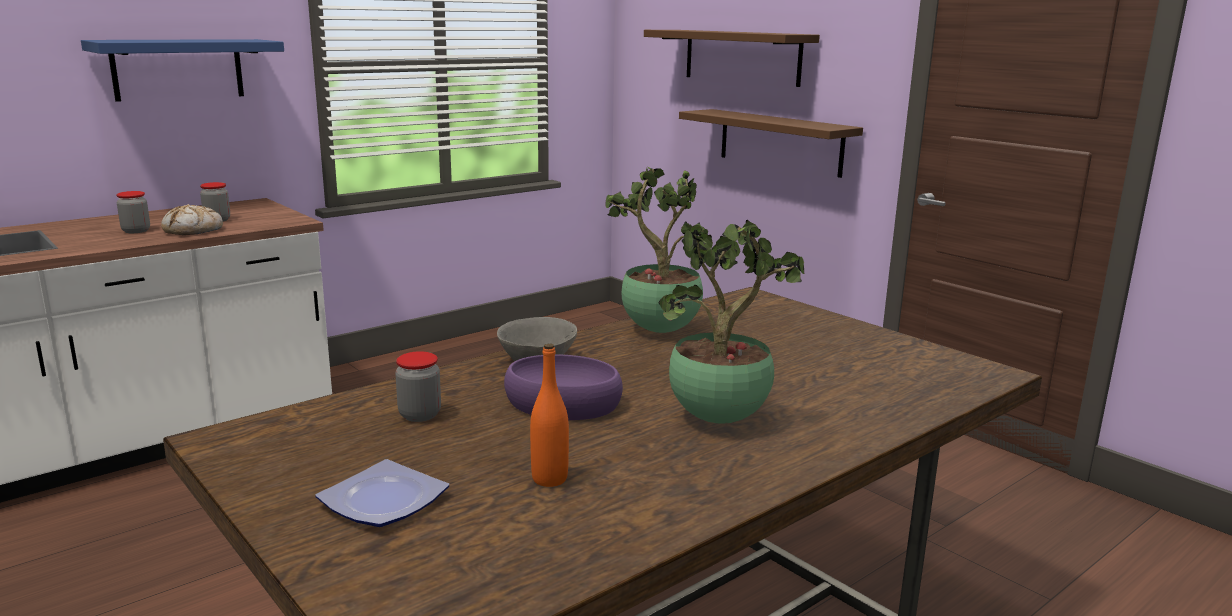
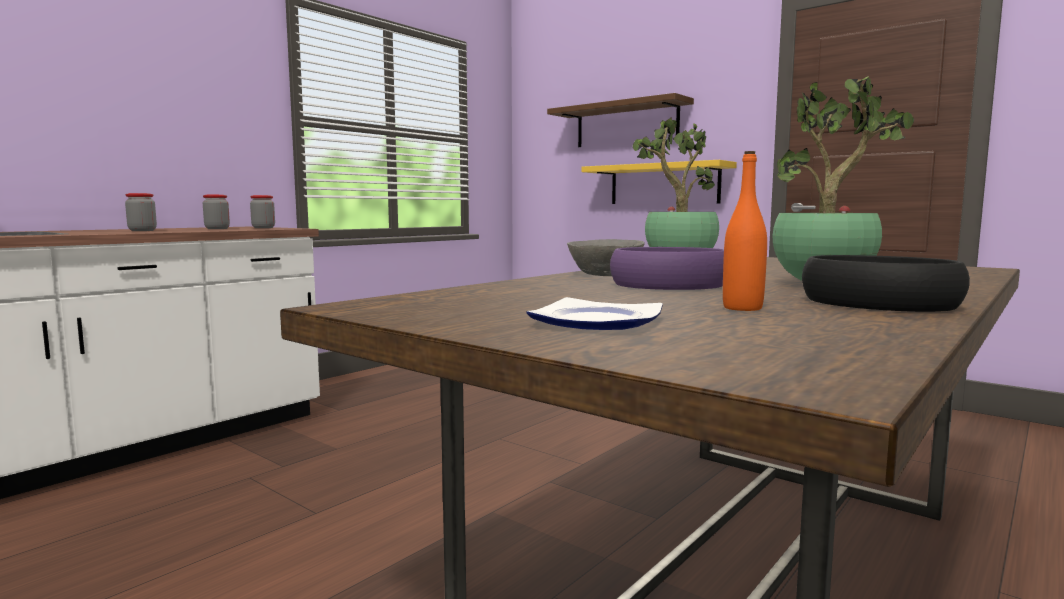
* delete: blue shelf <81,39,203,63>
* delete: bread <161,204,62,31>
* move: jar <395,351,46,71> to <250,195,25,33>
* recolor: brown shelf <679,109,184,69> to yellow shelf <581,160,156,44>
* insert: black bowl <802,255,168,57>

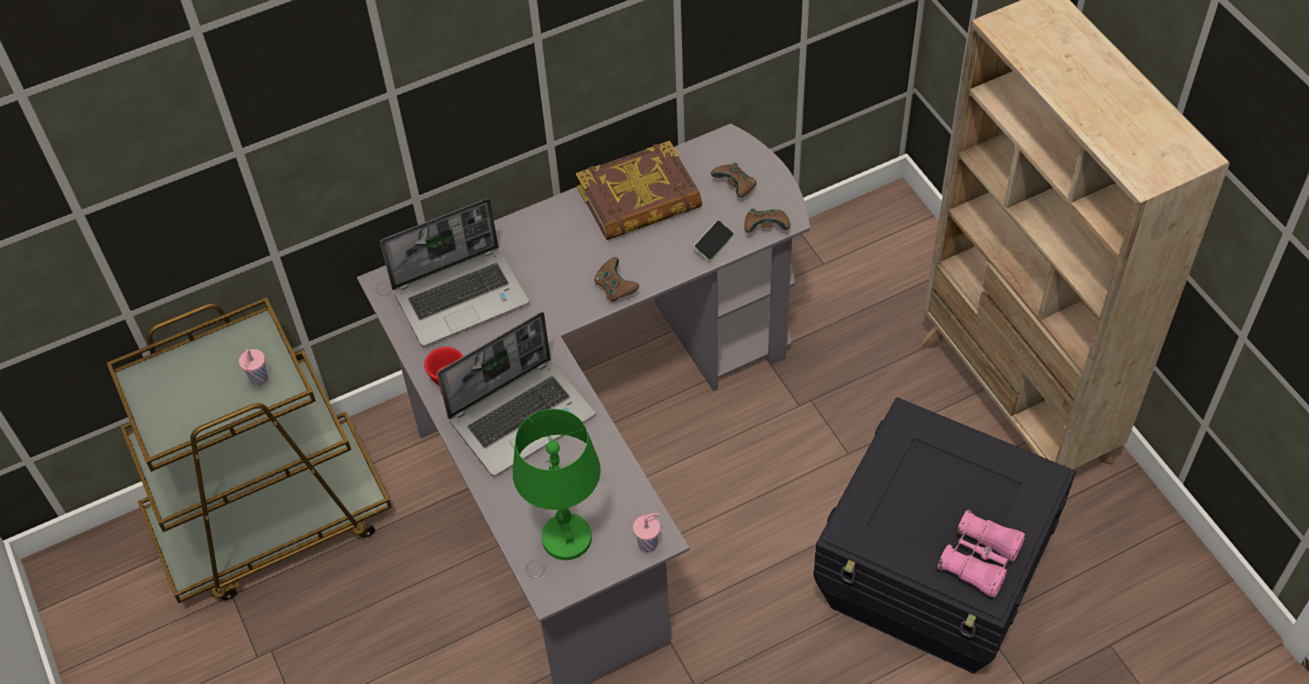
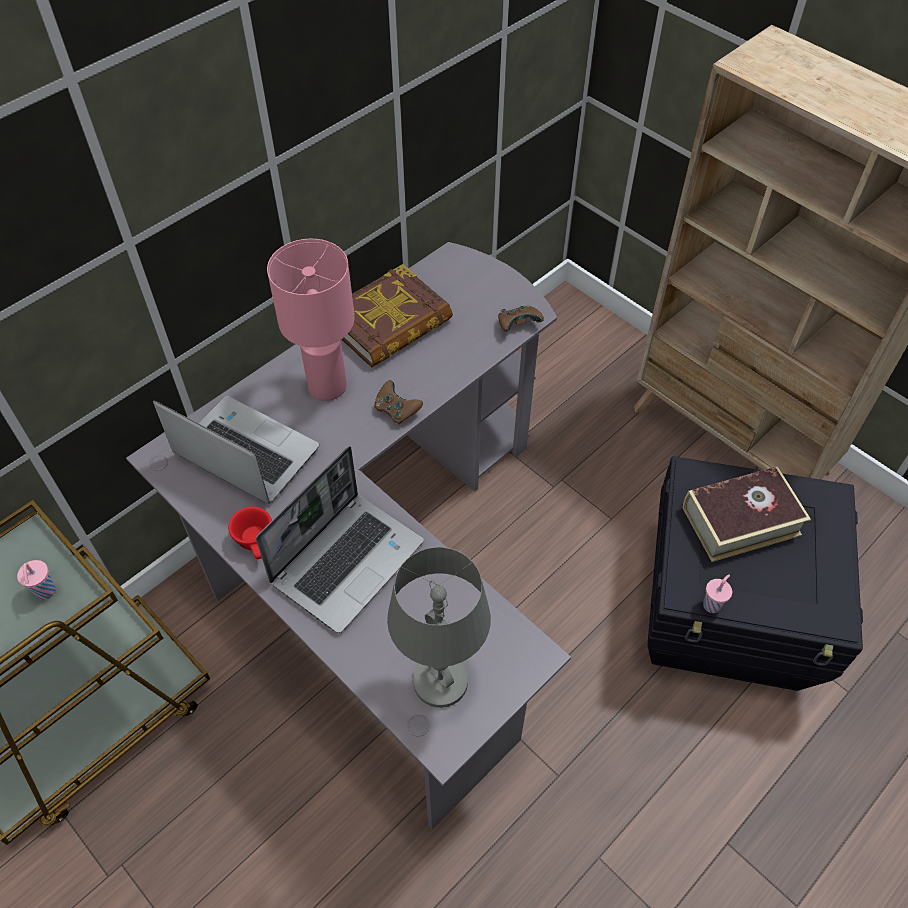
* rotate: laptop <380,198,149,148> = <153,396,166,108> 105 degrees counterclockwise
* recolor: green table lamp <513,409,88,151> to grey table lamp <387,547,104,161>
* move: pink cup <633,513,27,40> to <703,575,29,38>
* delete: phone <694,220,40,41>
* delete: brown game controller <711,162,46,36>
* delete: pink binoculars <937,509,89,89>
* insert: pink table lamp <267,239,88,162>
* insert: book <682,466,129,96>

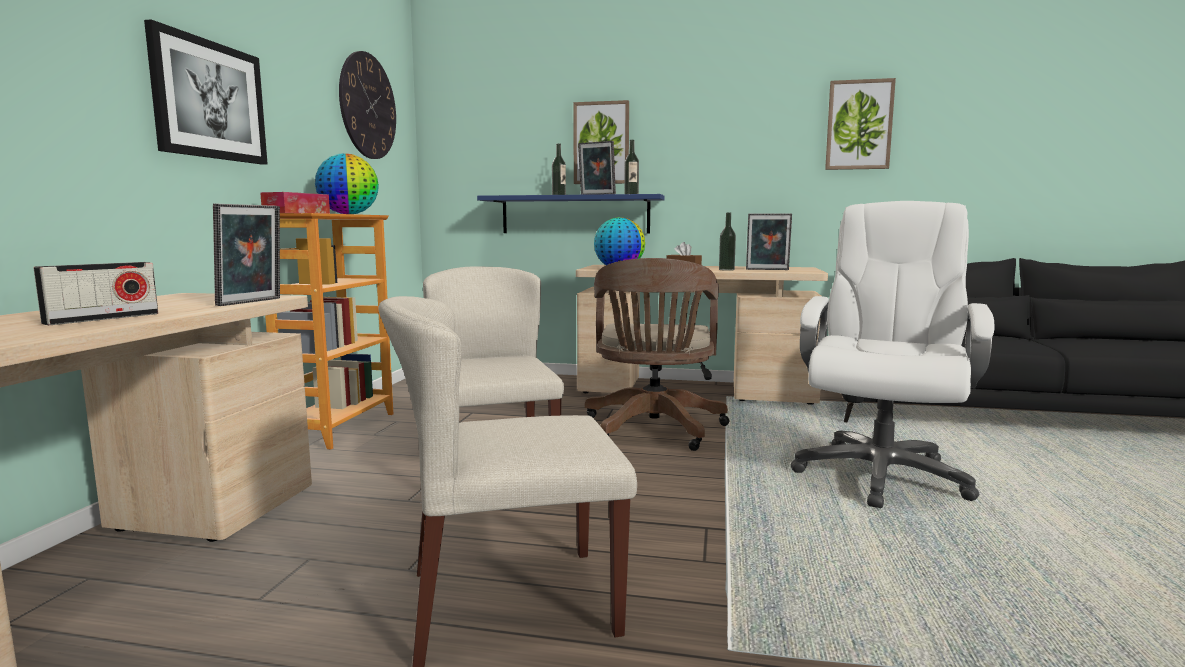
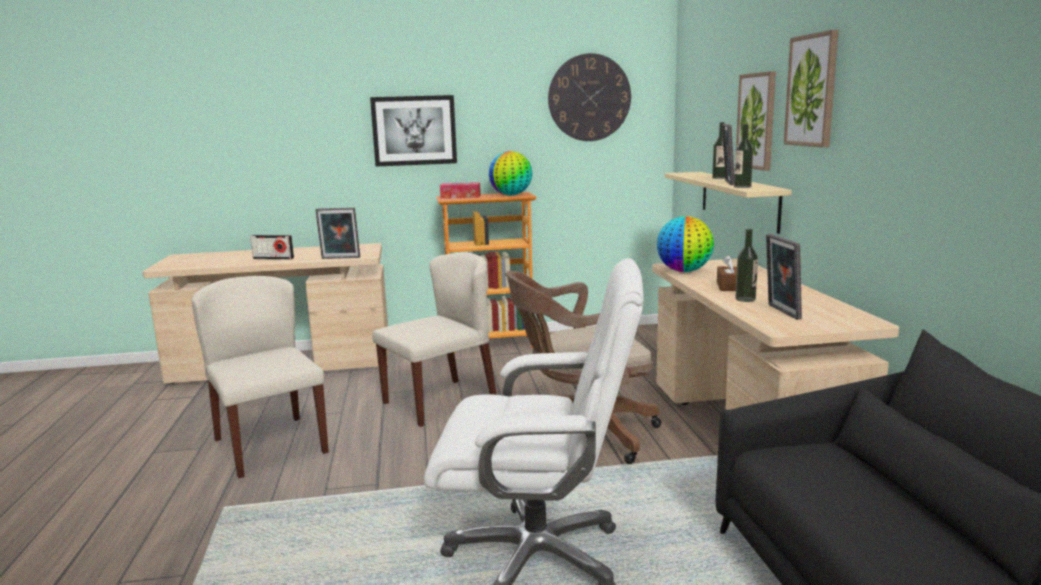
* recolor: blue shelf <477,194,188,40> to beige shelf <665,172,127,62>
* move: picture <825,78,71,92> to <784,30,55,118>

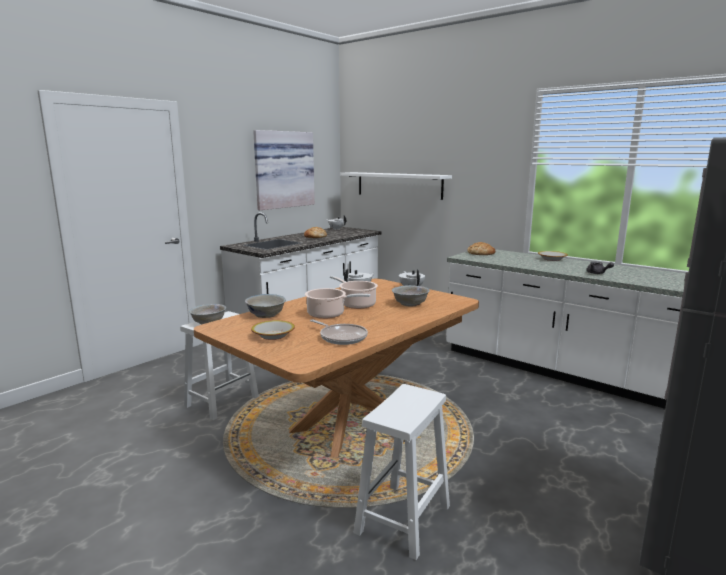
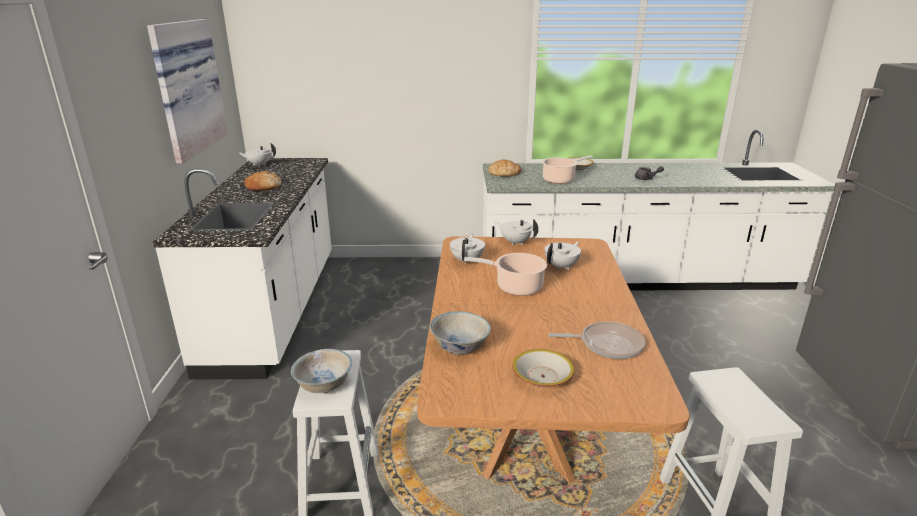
* move: cooking pot <305,288,66,31> to <542,156,51,28>
* delete: white shelf <340,172,112,28>
* replace: white bowl <392,285,38,22> to white teapot <544,242,37,28>

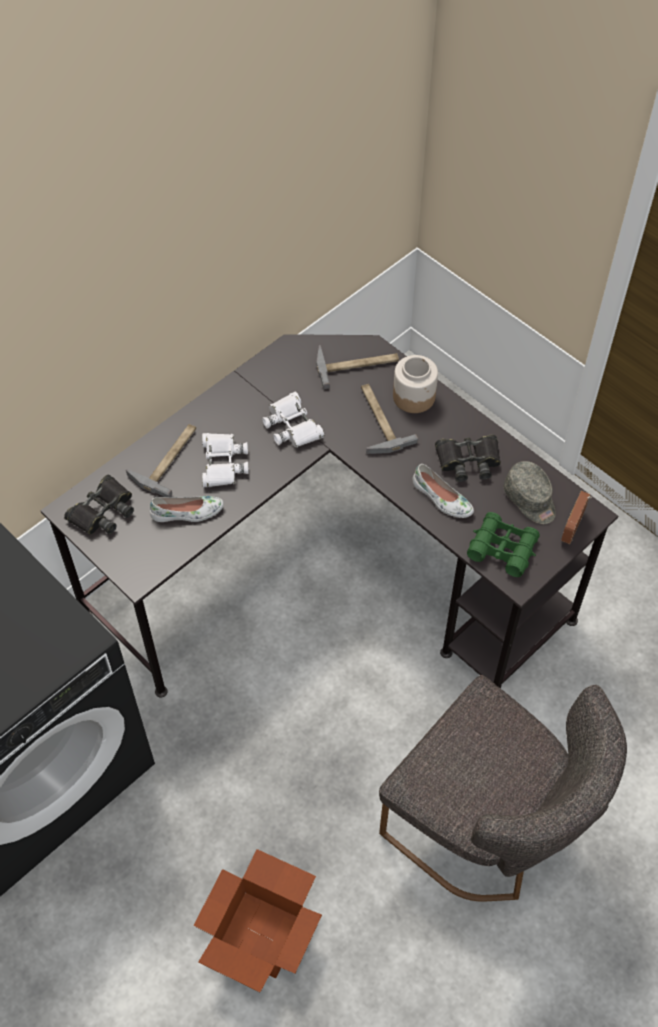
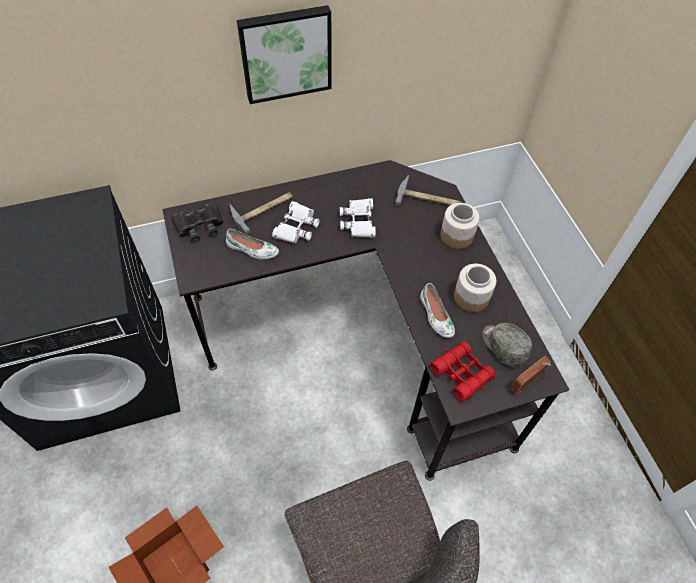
* delete: hammer <361,384,57,70>
* replace: black binoculars <435,435,66,47> to jar <454,264,42,48>
* recolor: green binoculars <467,512,73,65> to red binoculars <430,341,65,61>
* rotate: grey cap <504,461,52,63> = <482,323,50,44> 150 degrees clockwise
* insert: picture <237,5,95,99>

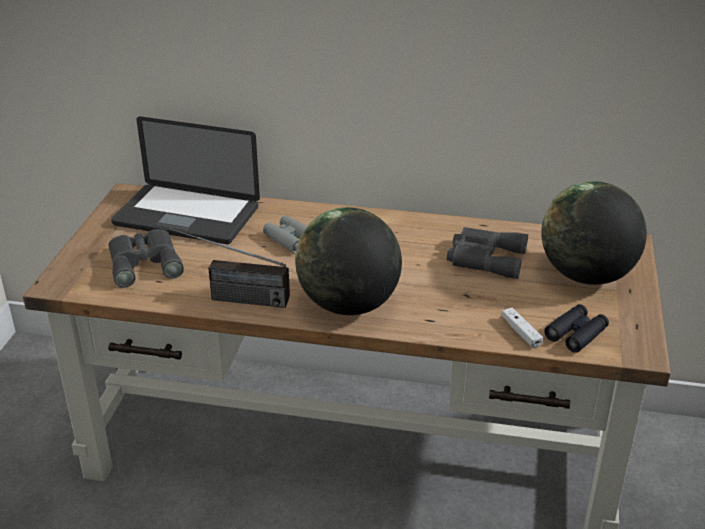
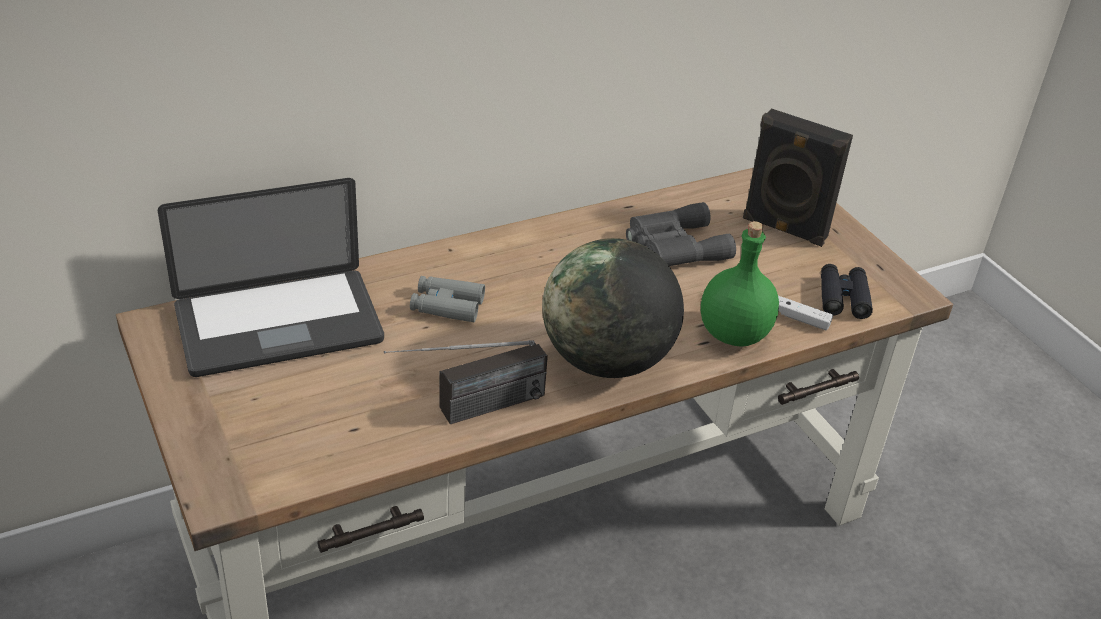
* delete: grey binoculars <108,229,76,59>
* replace: globe <541,181,106,104> to black speaker <743,108,110,139>
* insert: green bottle <701,221,78,126>

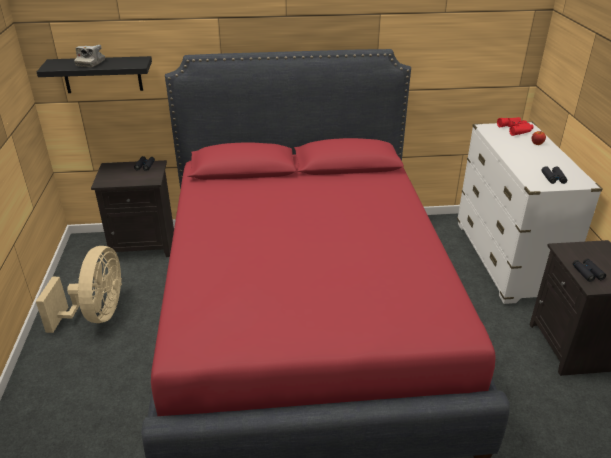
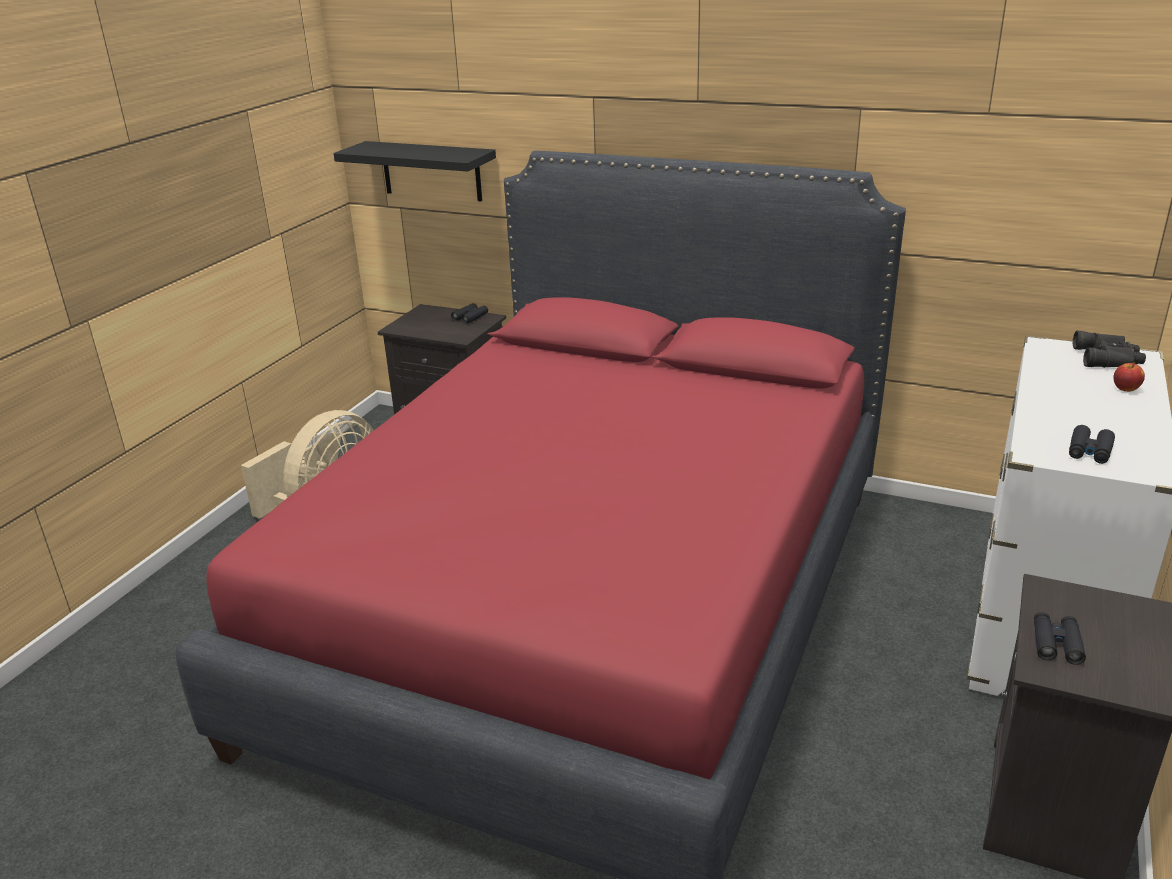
* delete: photo camera <74,45,31,22>
* recolor: red binoculars <497,117,37,19> to black binoculars <1073,331,73,37>

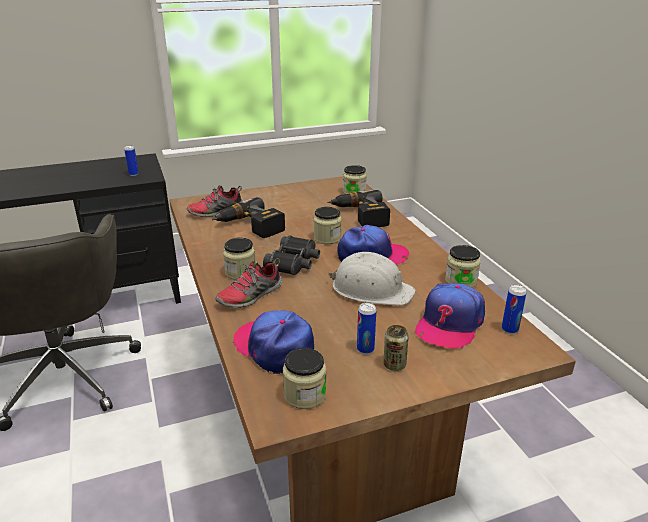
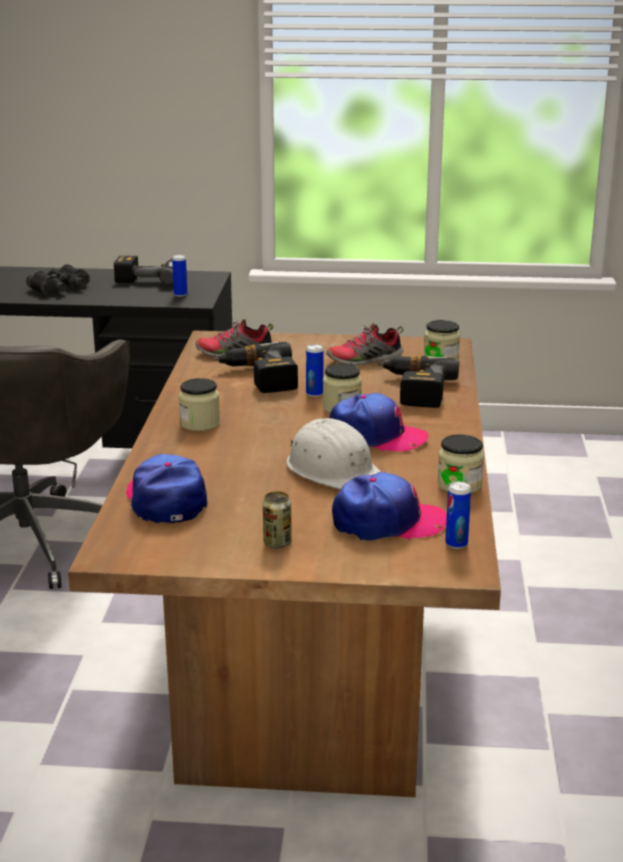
* move: shoe <215,258,67,50> to <326,323,77,43>
* move: black binoculars <263,236,57,39> to <26,264,64,31>
* delete: jar <283,348,43,61>
* move: can <357,303,20,51> to <306,344,18,53>
* rotate: cap <415,283,70,66> = <332,472,115,69> 150 degrees counterclockwise
* insert: power drill <114,256,59,28>

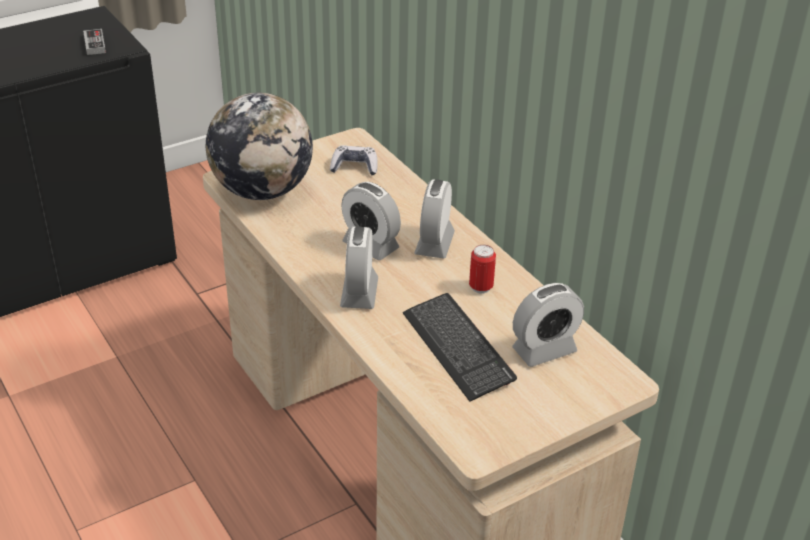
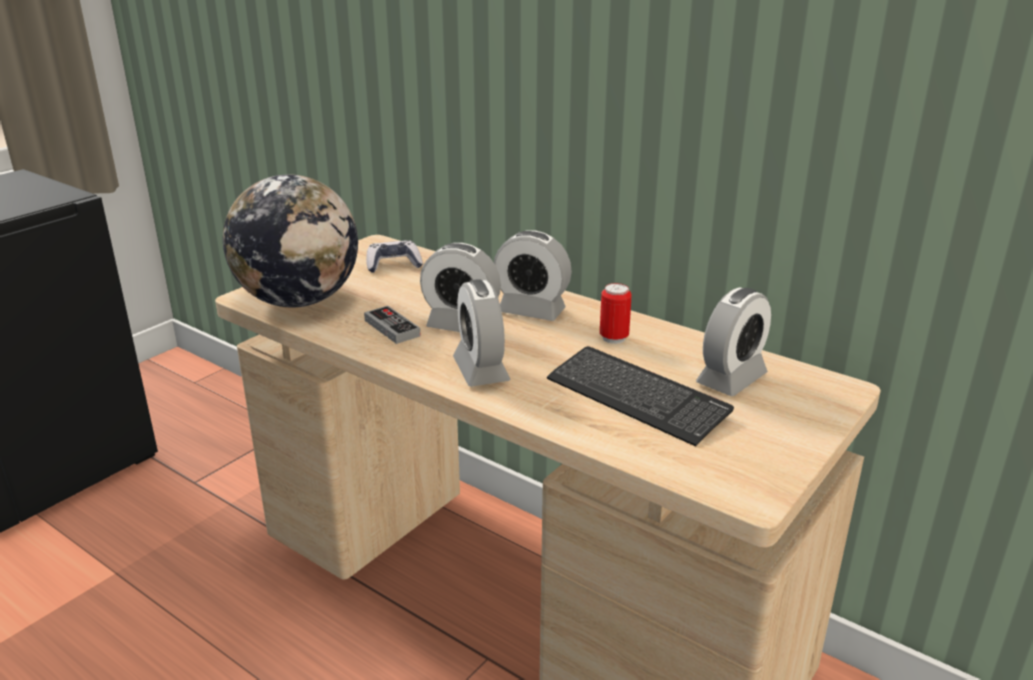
* move: game controller <83,29,23,26> to <364,306,57,38>
* rotate: alarm clock <414,180,41,79> = <494,230,78,91> 60 degrees counterclockwise

